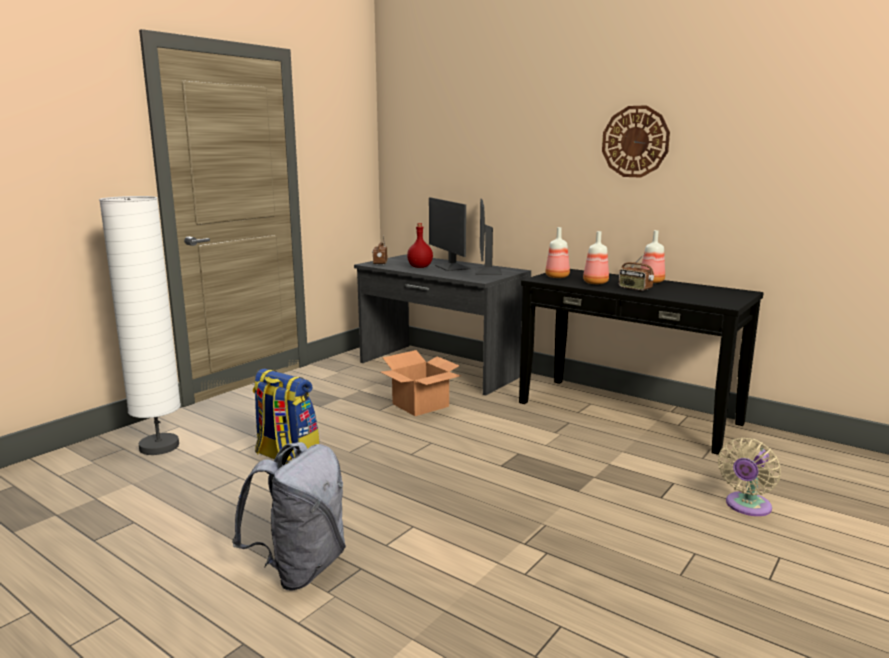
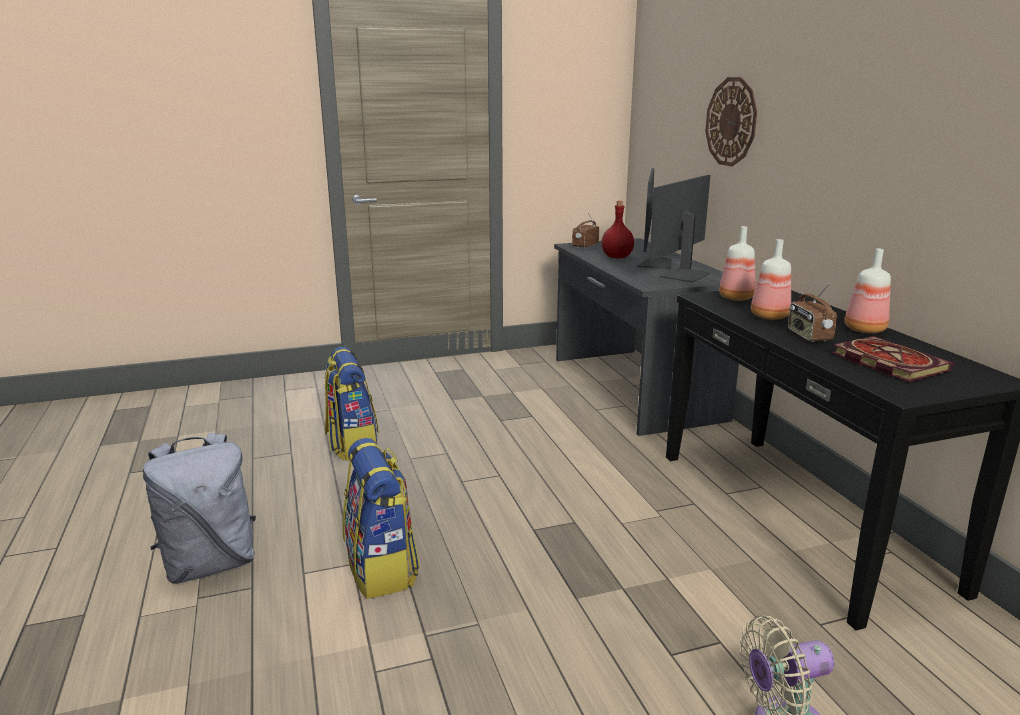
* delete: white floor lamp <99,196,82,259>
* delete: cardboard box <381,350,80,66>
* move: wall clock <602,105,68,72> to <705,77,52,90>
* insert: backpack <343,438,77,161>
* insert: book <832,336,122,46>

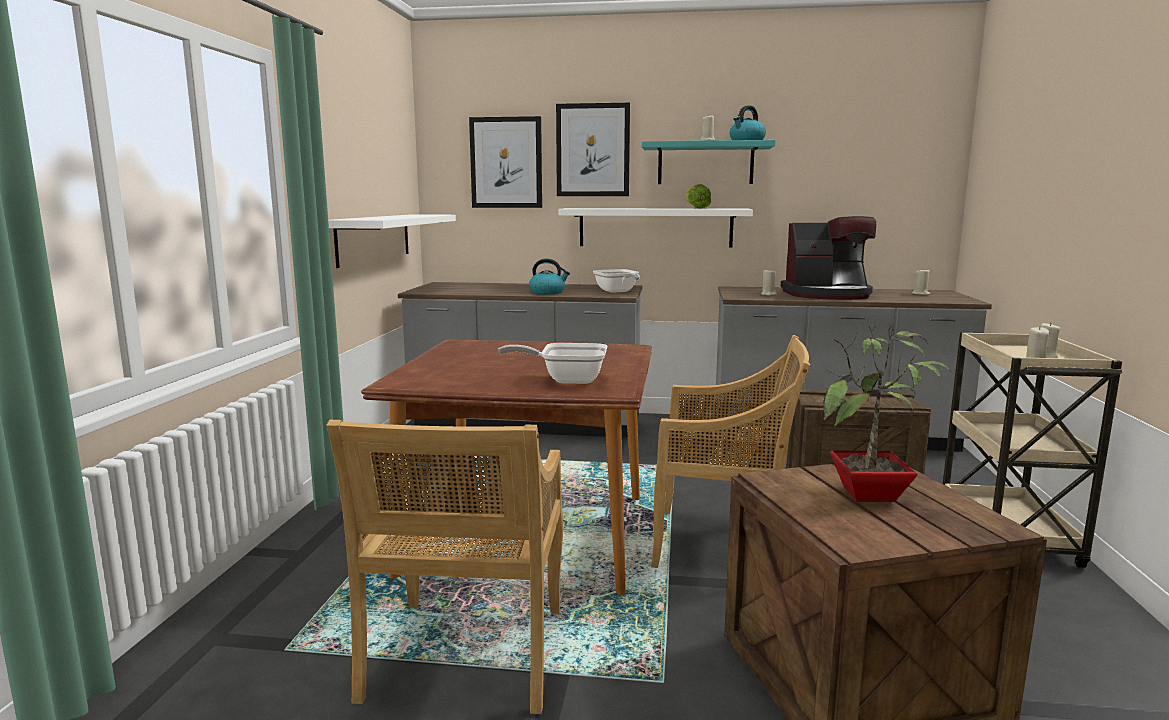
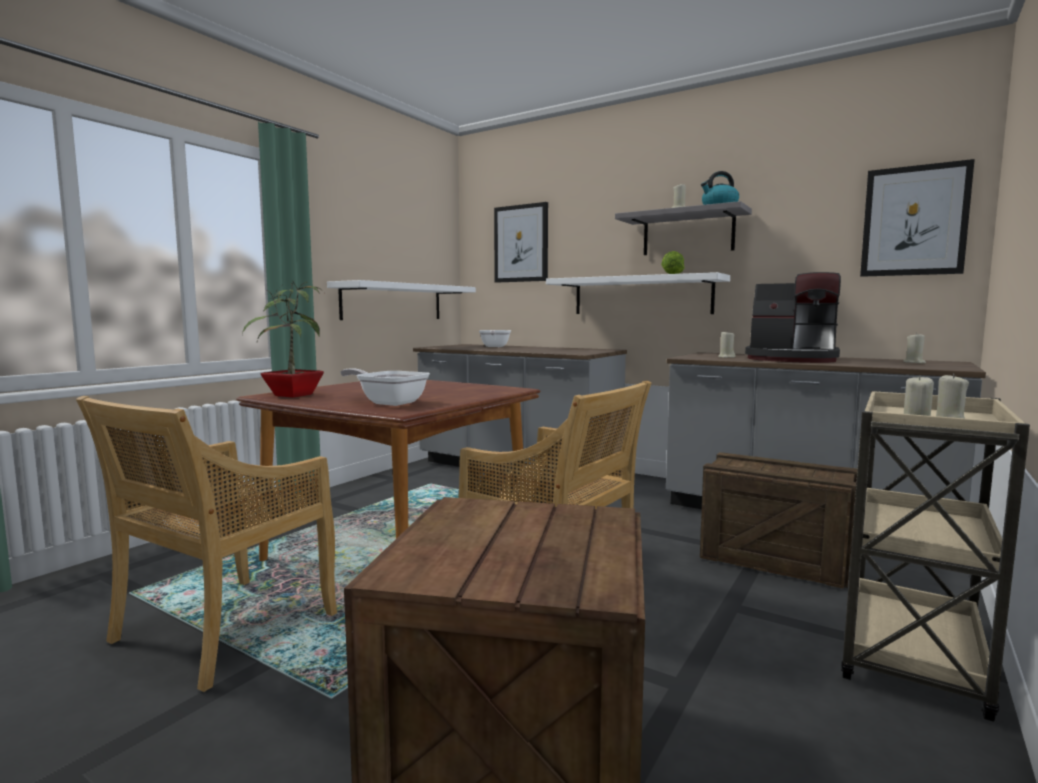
* delete: kettle <529,259,41,36>
* move: picture <556,103,74,93> to <860,159,115,118>
* move: frying pan <593,269,47,24> to <479,330,32,17>
* recolor: turquoise shelf <642,140,133,44> to grey shelf <615,201,137,54>
* move: potted plant <823,323,130,179> to <242,280,82,118>

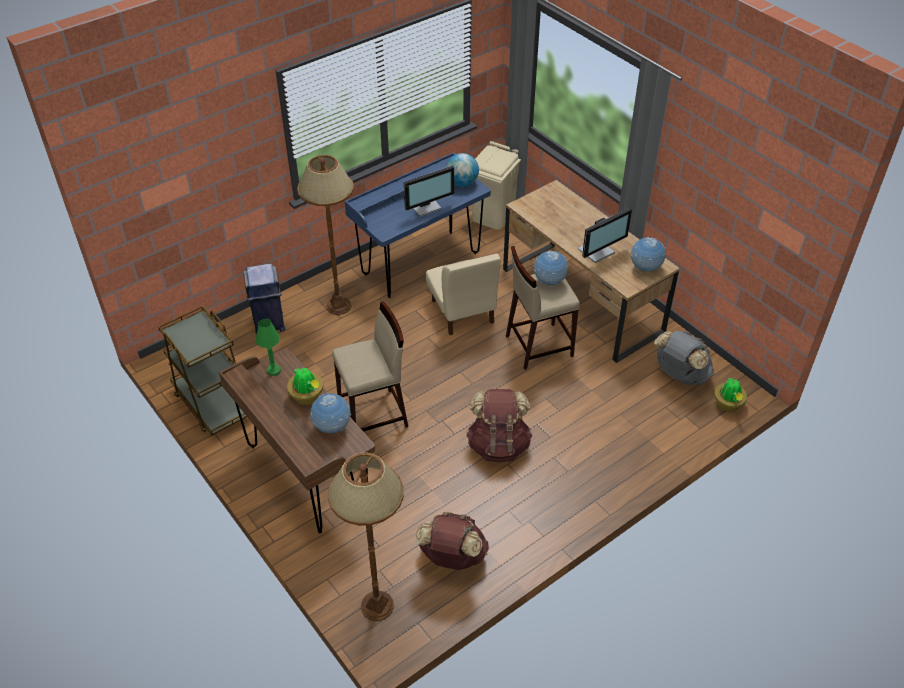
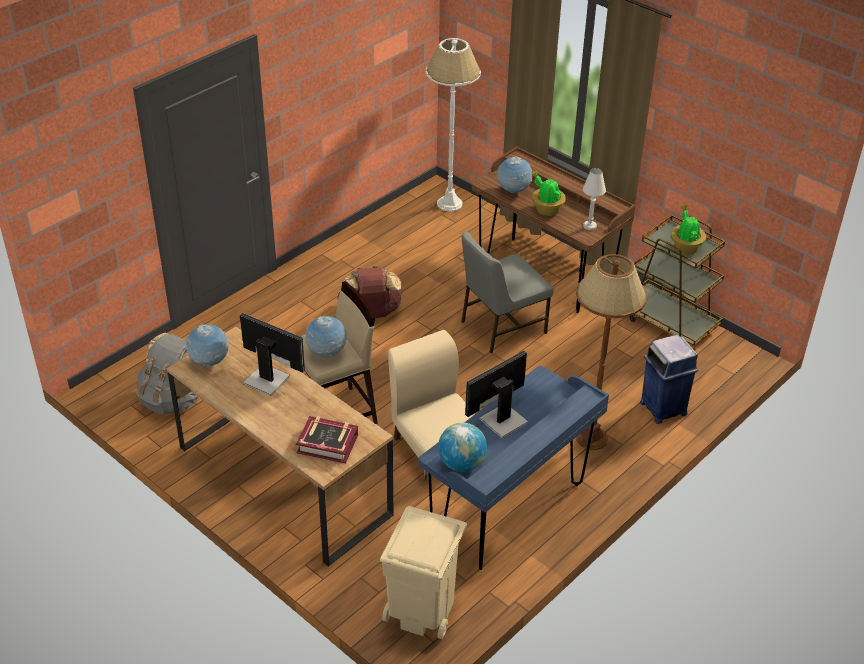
* recolor: green table lamp <256,319,25,57> to white table lamp <583,168,23,62>
* recolor: brown floor lamp <328,453,76,168> to white floor lamp <426,38,55,174>
* replace: beige stool <332,302,76,130> to grey chair <461,232,92,121>
* delete: brown backpack <415,512,74,58>
* rotate: monitor <578,208,54,55> = <240,313,65,83> 75 degrees clockwise
* move: potted plant <714,378,33,34> to <671,205,35,50>
* insert: book <296,416,62,47>

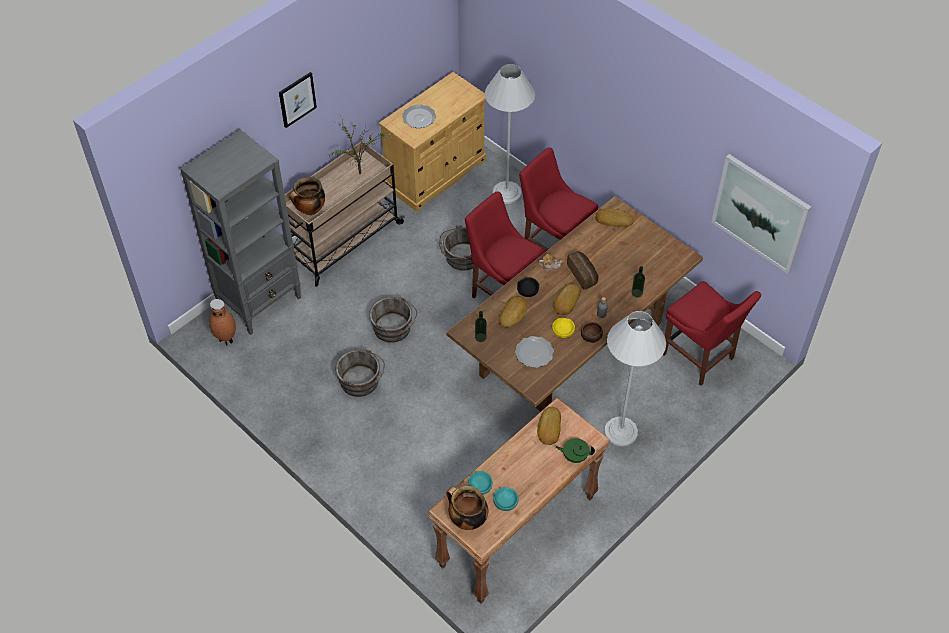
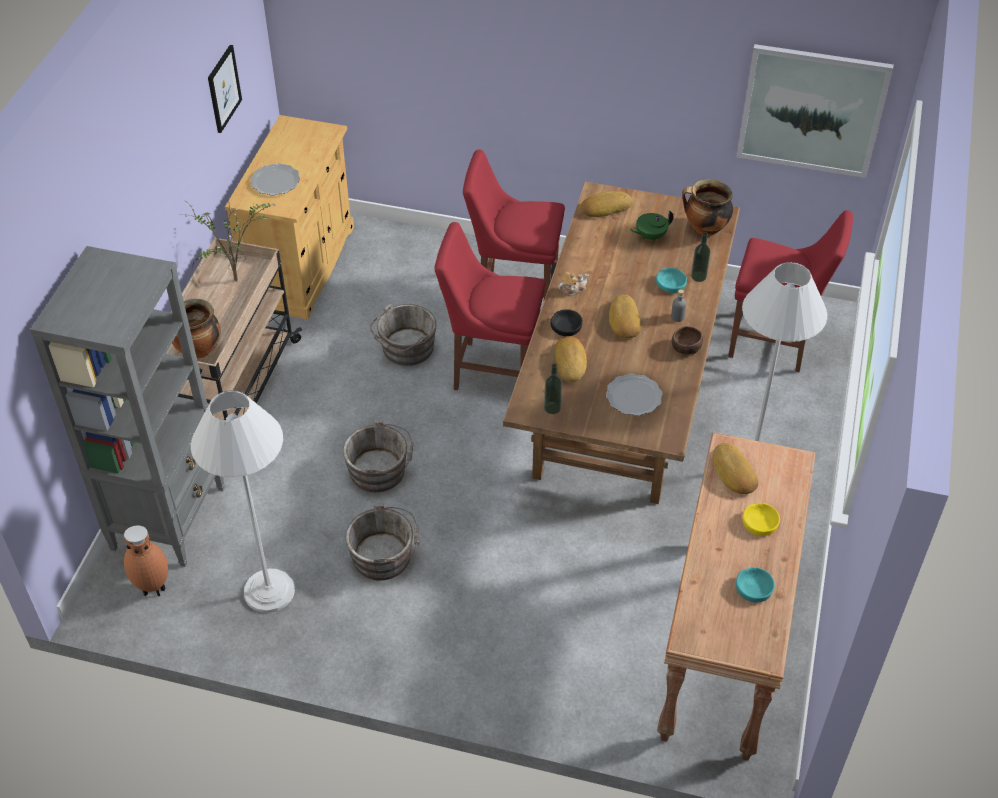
* move: picture <279,72,38,56> to <208,45,34,88>
* move: cooking pot <446,486,42,44> to <682,179,51,57>
* move: turquoise bowl <468,471,25,24> to <656,268,31,25>
* move: white floor lamp <485,64,50,140> to <191,390,104,223>
* move: yellow bowl <552,318,23,20> to <742,503,38,33>
* move: green teapot <556,438,39,25> to <629,210,45,31>
* delete: bread <567,252,31,37>

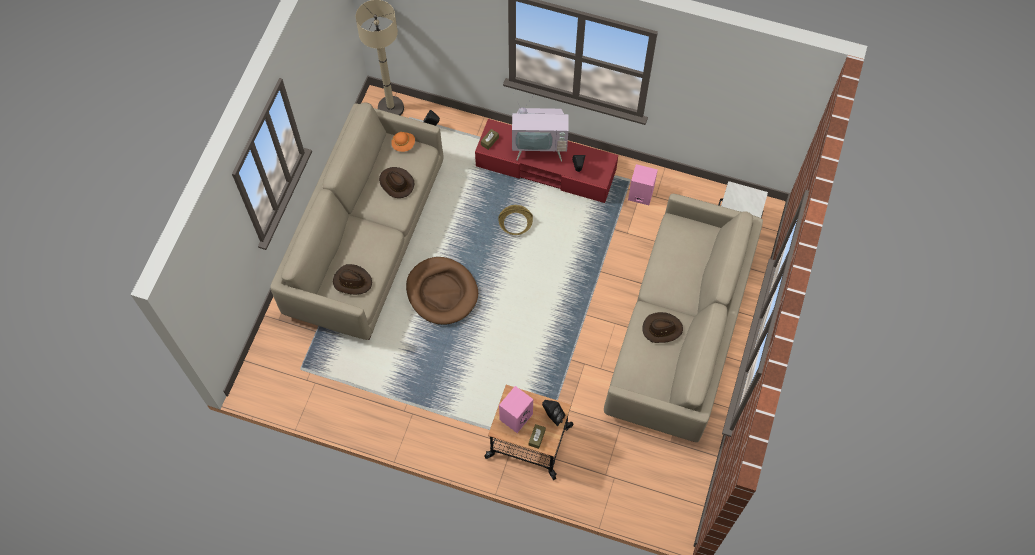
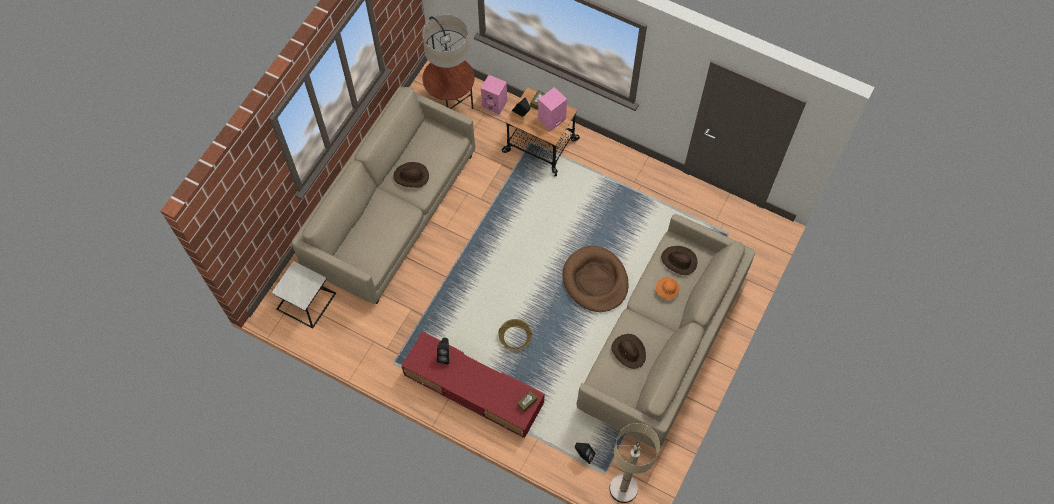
* move: orange hat <391,132,24,20> to <656,277,23,22>
* delete: television <512,93,57,69>
* move: pink speaker <628,164,30,41> to <481,75,26,40>
* insert: floor lamp <422,15,53,94>

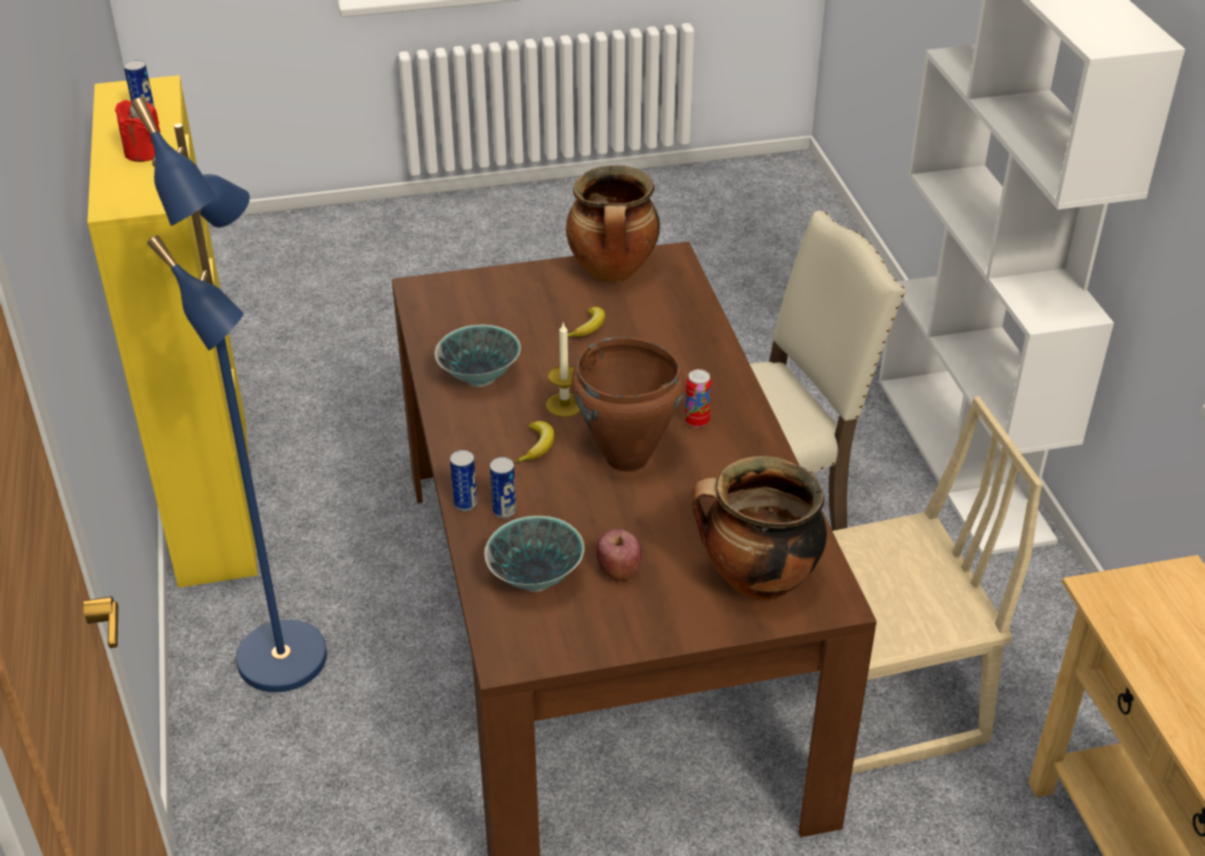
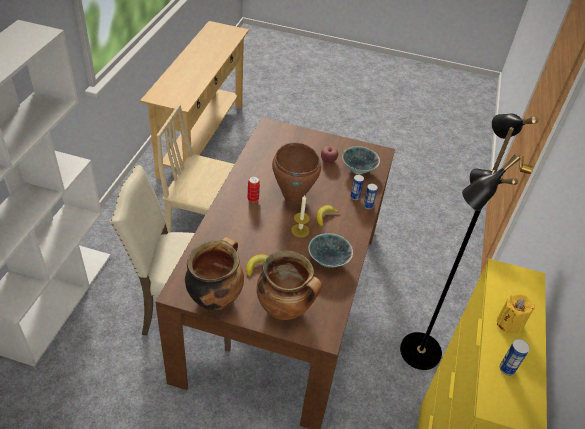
* recolor: red candle <115,100,45,62> to yellow candle <497,294,38,41>
* recolor: blue floor lamp <131,97,196,595> to black floor lamp <400,114,139,256>
* move: cooking pot <692,456,135,145> to <257,251,65,69>

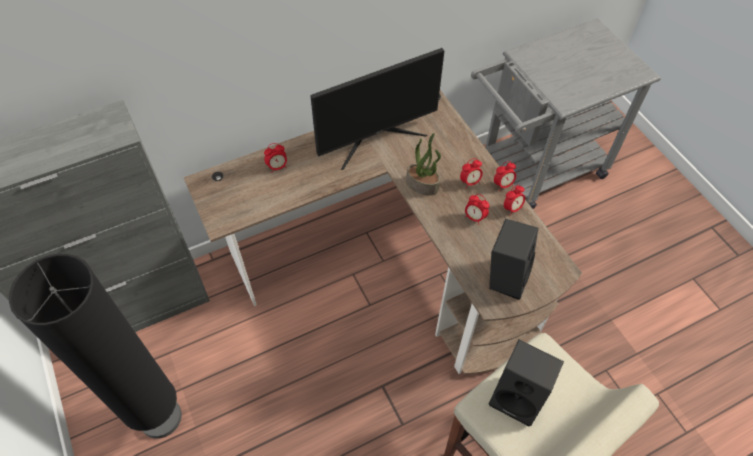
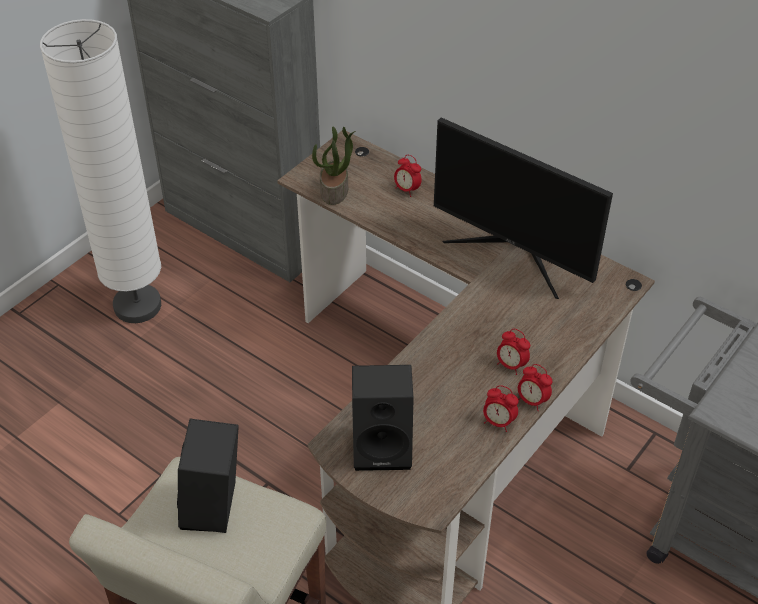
* recolor: black floor lamp <9,254,173,184> to white floor lamp <40,19,121,304>
* move: potted plant <406,133,35,62> to <312,127,44,78>
* delete: alarm clock <465,194,25,31>

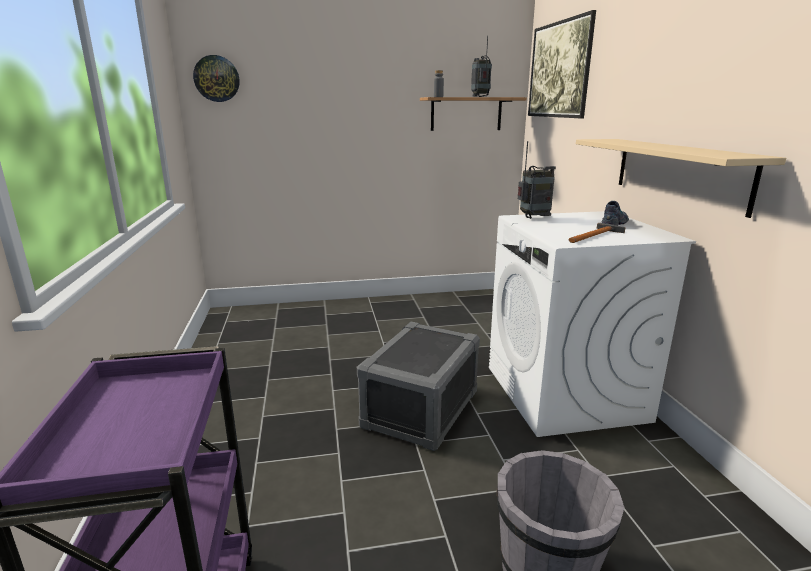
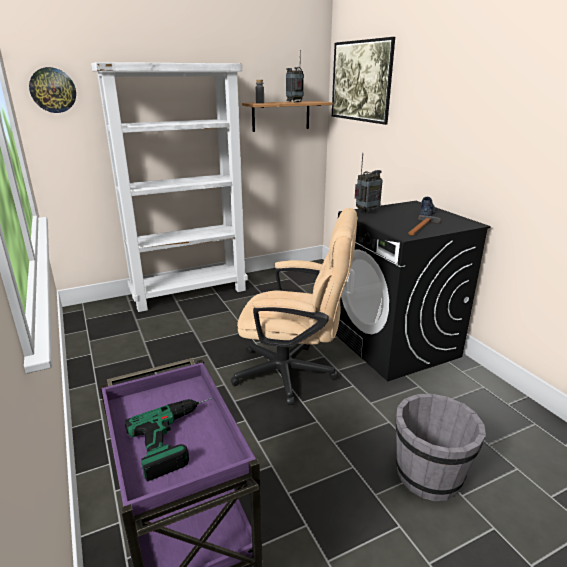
* replace: grey storage box <357,322,123,129> to beige office chair <231,208,126,197>
* recolor: white washing machine <489,211,207,226> to black washing machine <336,201,155,180>
* delete: beige shelf <576,139,210,79>
* insert: white bookcase <91,62,157,250>
* insert: power drill <125,398,88,84>

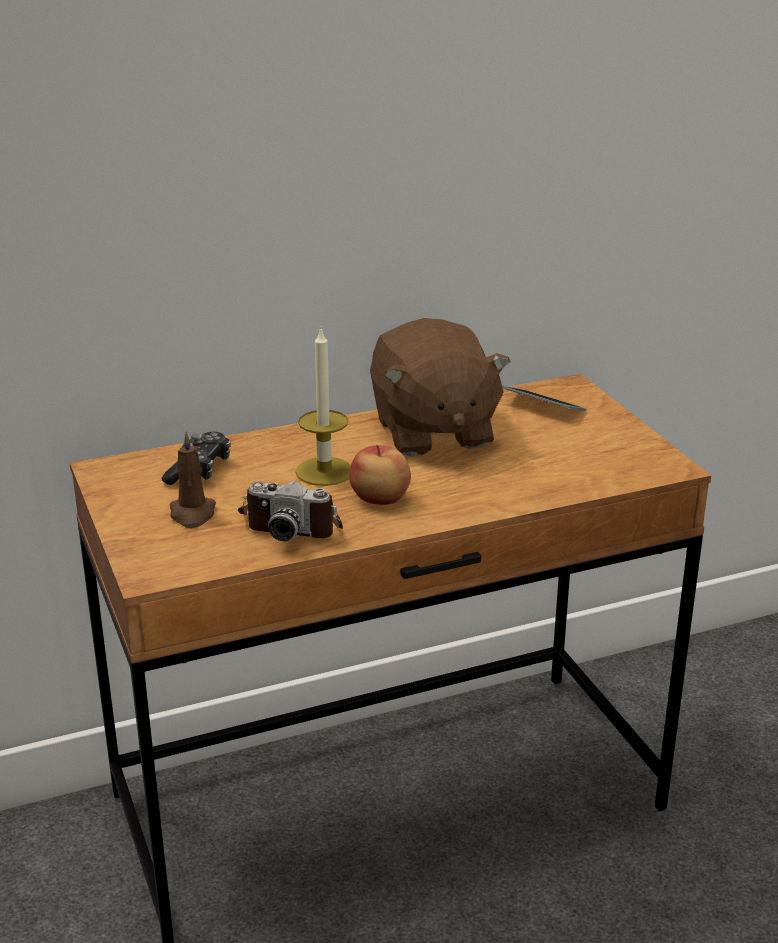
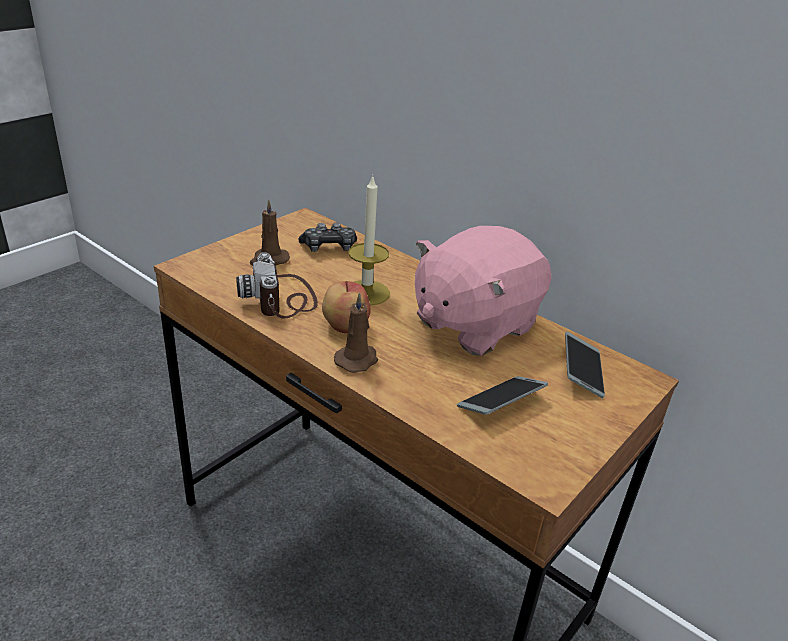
* recolor: brown plush toy <370,318,141,138> to pink plush toy <415,226,137,130>
* insert: brown candle <334,292,44,81>
* insert: phone <457,376,91,39>

